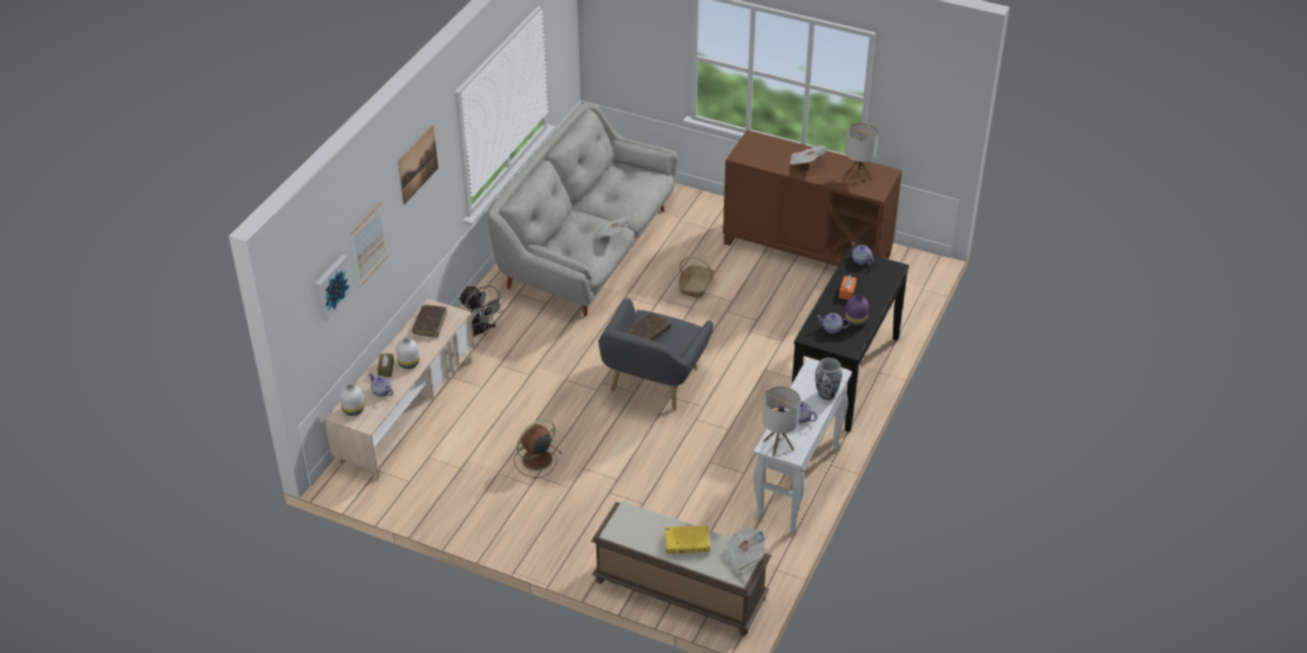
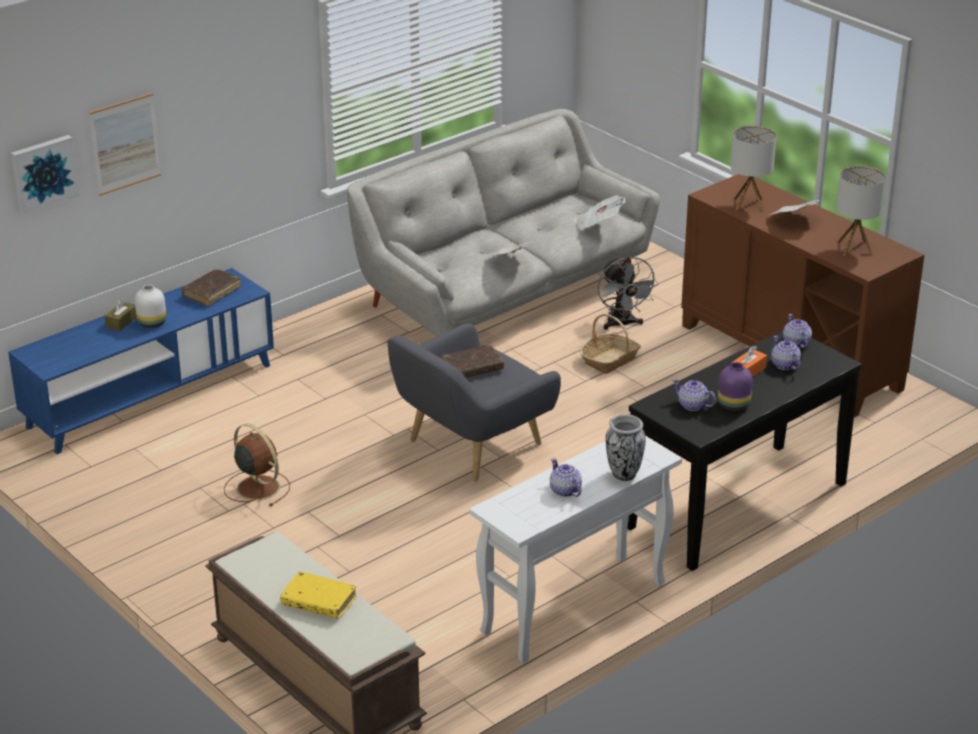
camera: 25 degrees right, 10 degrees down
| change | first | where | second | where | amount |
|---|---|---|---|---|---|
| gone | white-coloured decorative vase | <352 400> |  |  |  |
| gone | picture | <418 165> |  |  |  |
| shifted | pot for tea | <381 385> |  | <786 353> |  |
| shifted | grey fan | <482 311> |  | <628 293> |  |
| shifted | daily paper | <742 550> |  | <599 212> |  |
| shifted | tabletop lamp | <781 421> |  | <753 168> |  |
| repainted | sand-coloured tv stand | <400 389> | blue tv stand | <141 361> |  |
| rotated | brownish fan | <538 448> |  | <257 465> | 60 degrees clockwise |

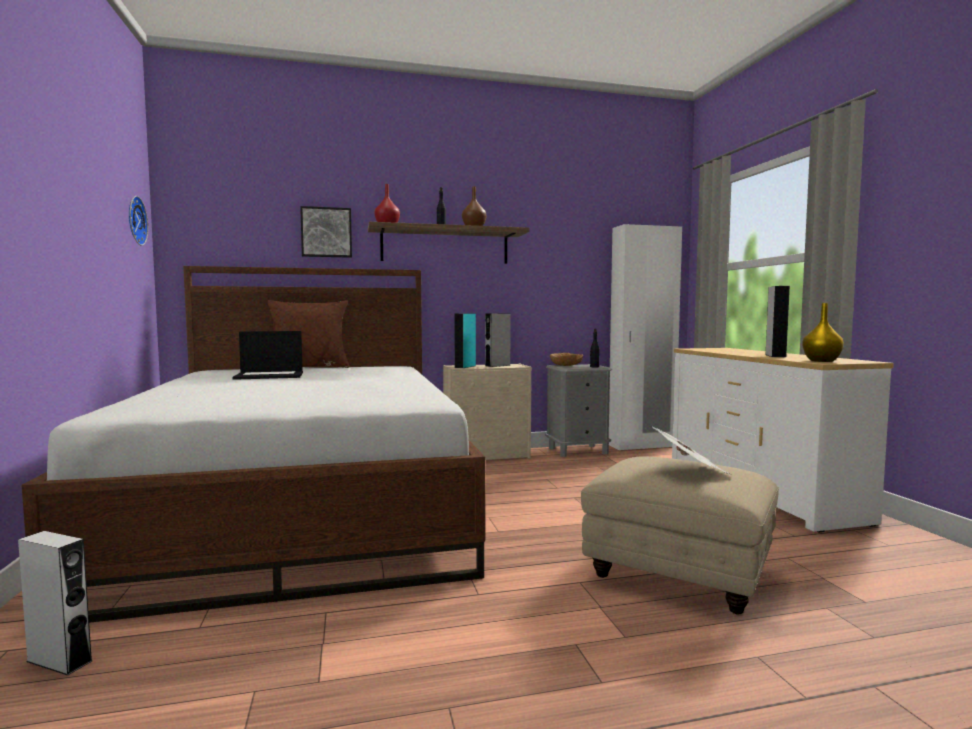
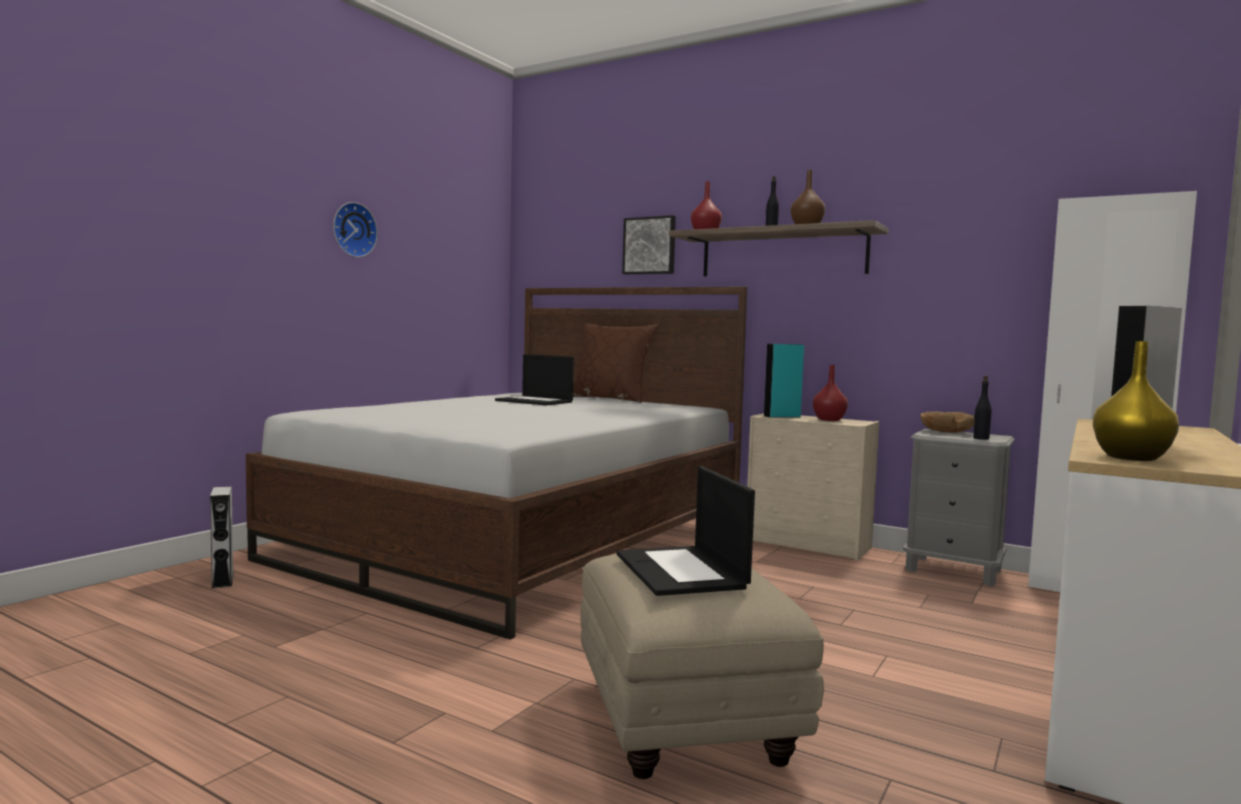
camera: 45 degrees right, 0 degrees up
| change | first | where | second | where | amount |
|---|---|---|---|---|---|
| shifted | clock on the wall | <138 221> |  | <355 229> |  |
| swapped | grey loudspeaker | <498 340> | red-coloured decorative vase | <830 393> |  |
| swapped | daily paper | <688 449> | laptop | <686 531> |  |

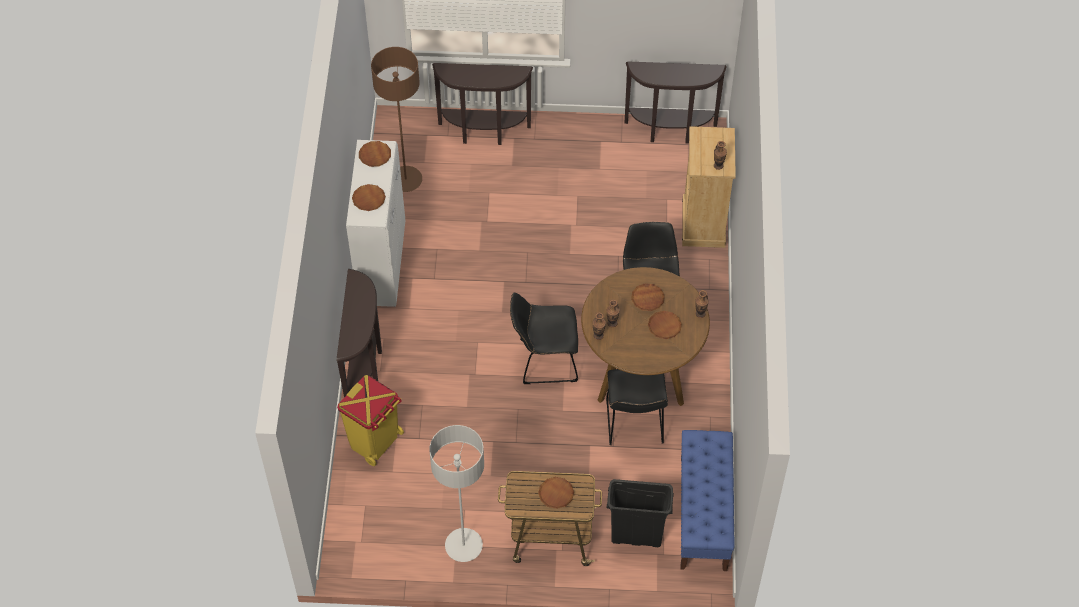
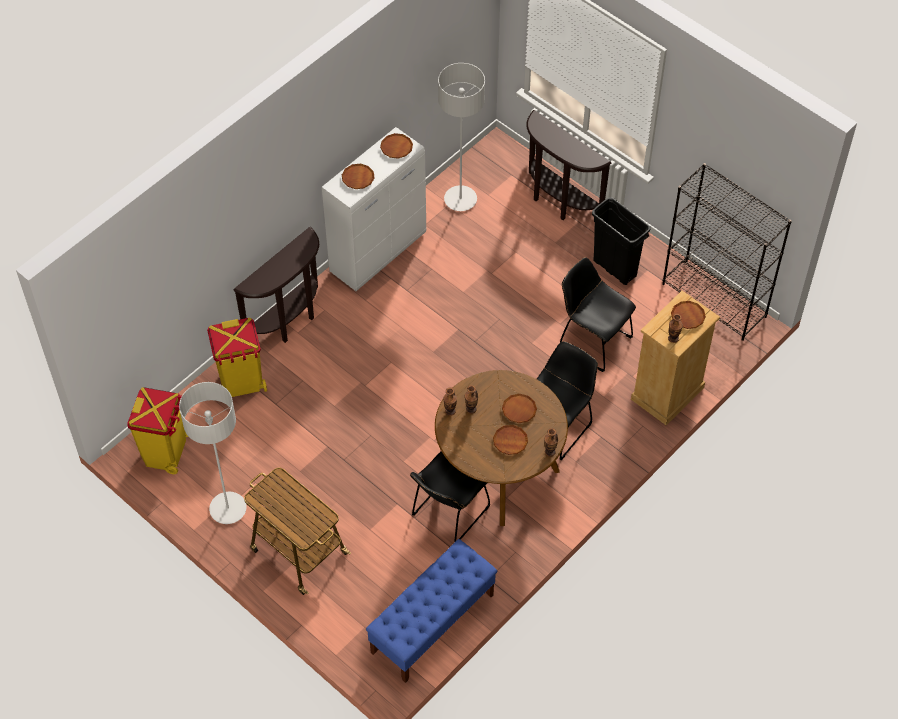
camera: 40 degrees right, 0 degrees up
| change | first | where | second | where | amount |
|---|---|---|---|---|---|
| new |  |  | yellow-coloured waste bin | <158 430> |  |
| shifted | black-coloured upright chair | <544 338> |  | <598 314> |  |
| shifted | brownish dinner plate | <556 493> |  | <688 315> |  |
| shifted | black-coloured waste bin | <640 513> |  | <621 241> |  |
| swapped | brownish console table | <676 102> | black-coloured bookcase | <727 252> |  |
| repainted | brownish floor lamp | <396 119> | grey floor lamp | <461 137> |  |

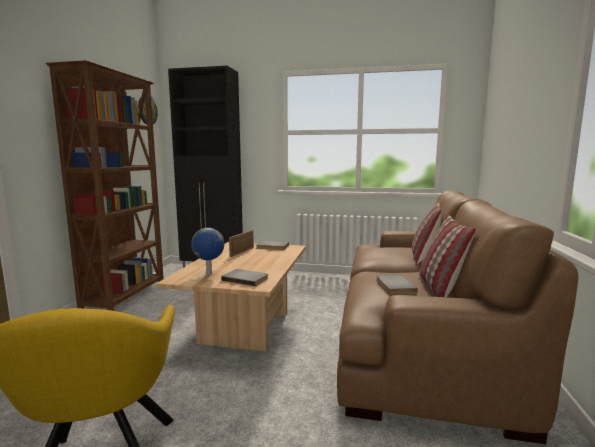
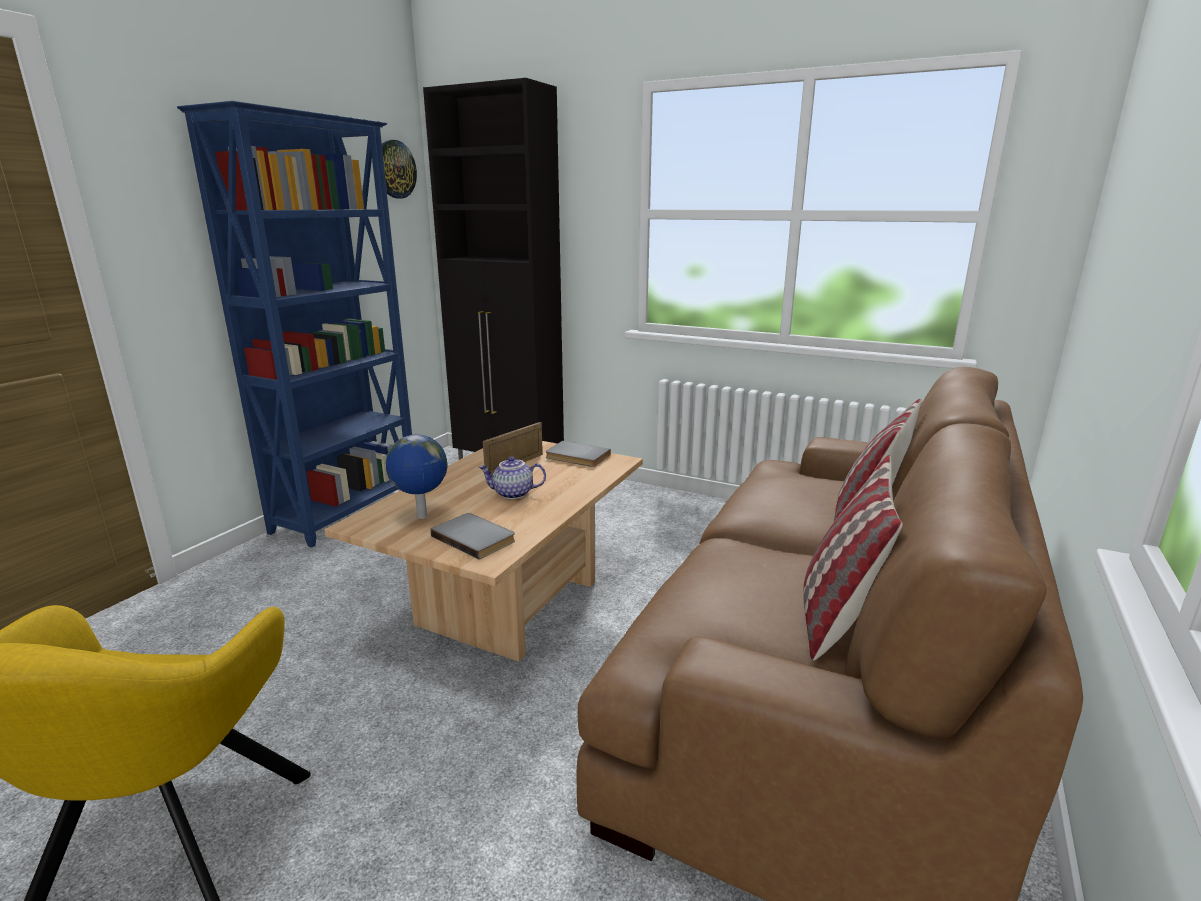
camera: 15 degrees right, 10 degrees up
| change | first | where | second | where | amount |
|---|---|---|---|---|---|
| gone | grey book | <397 284> |  |  |  |
| new |  |  | pot for tea | <512 477> |  |
| repainted | brownish bookcase | <105 185> | blue bookcase | <294 324> |  |

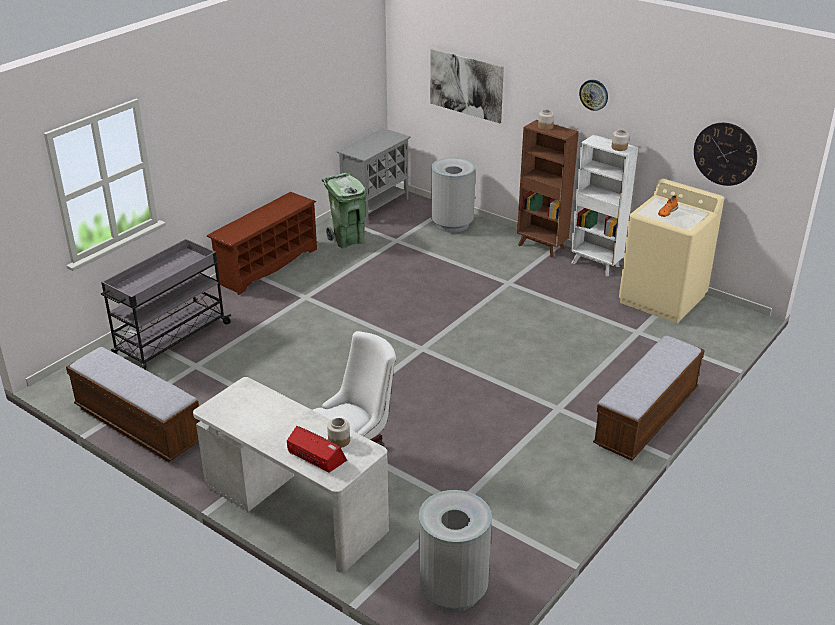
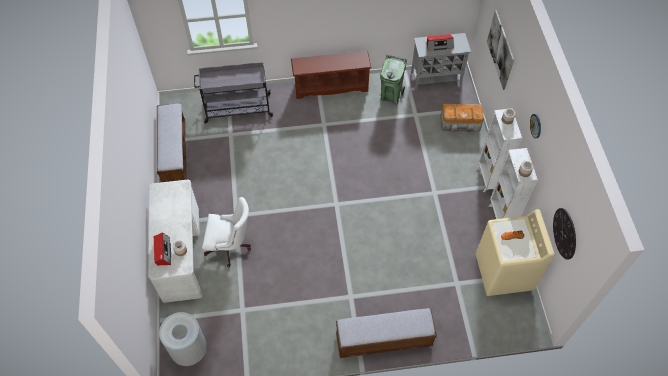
camera: 45 degrees right, 25 degrees up
| change | first | where | second | where | amount |
|---|---|---|---|---|---|
| new |  |  | radio set | <440 42> |  |
| swapped | grey waste bin | <453 195> | storage box | <462 118> |  |
| repainted | brownish bookcase | <548 188> | white-coloured bookcase | <499 150> |  |

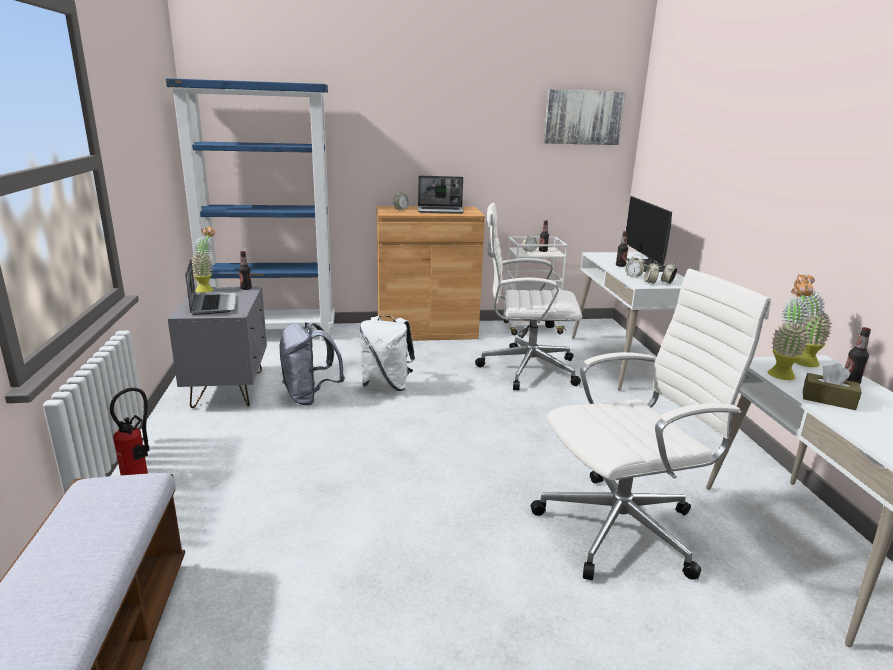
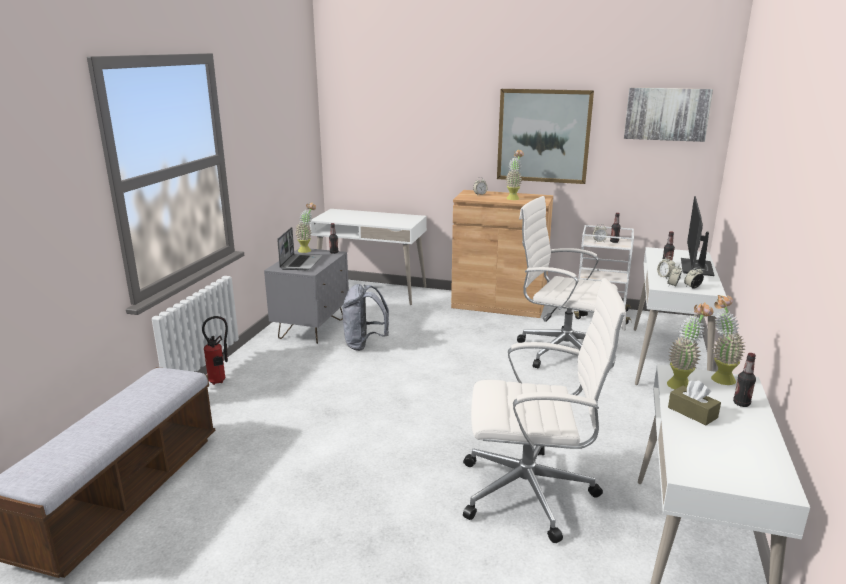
camera: 25 degrees right, 0 degrees up
| change | first | where | second | where | amount |
|---|---|---|---|---|---|
| gone | white-coloured knapsack | <387 353> |  |  |  |
| new |  |  | picture | <545 136> |  |
| swapped | blue bookcase | <250 209> | white-coloured desk unit | <368 257> |  |
| swapped | laptop | <441 195> | houseplant | <514 175> |  |

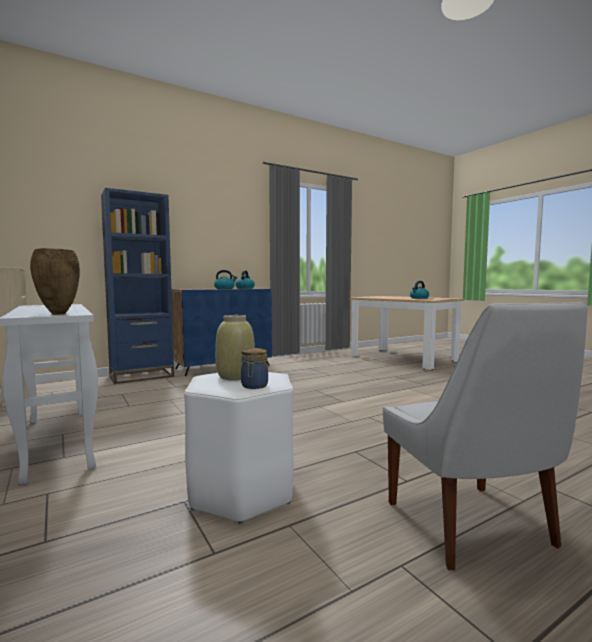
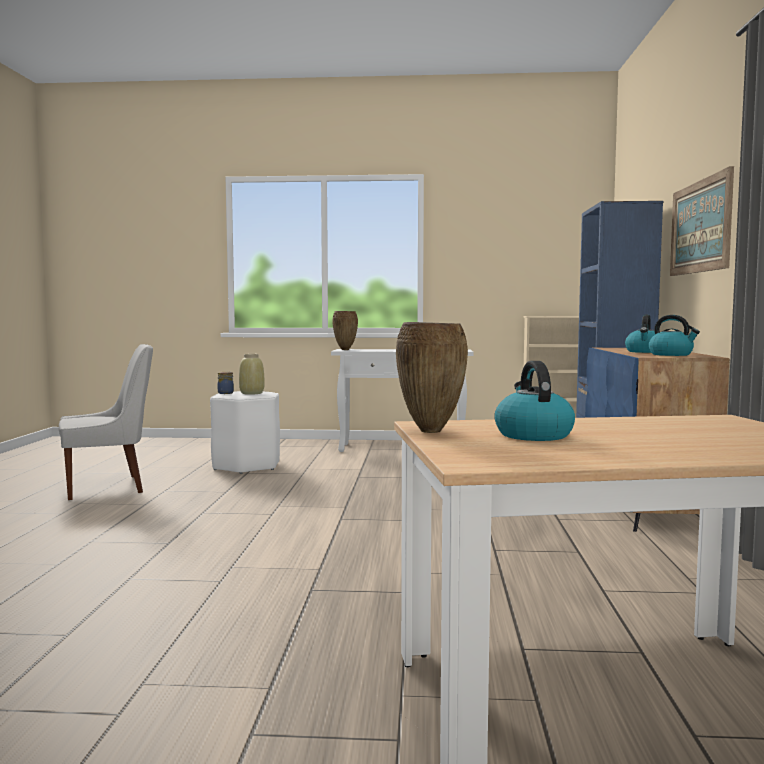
camera: 125 degrees right, 0 degrees up
| change | first | where | second | where | amount |
|---|---|---|---|---|---|
| new |  |  | brownish decorative vase | <432 377> |  |
| new |  |  | picture | <702 221> |  |
| rotated | white-coloured upright chair | <485 436> |  | <106 422> | 135 degrees clockwise |

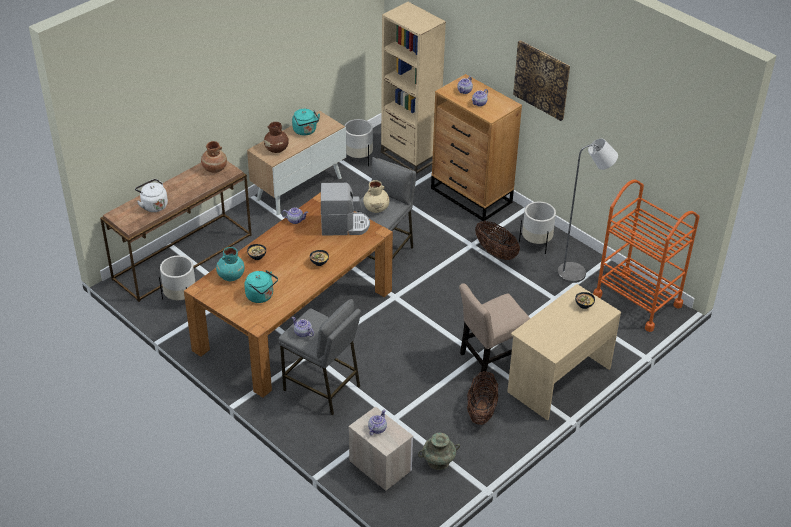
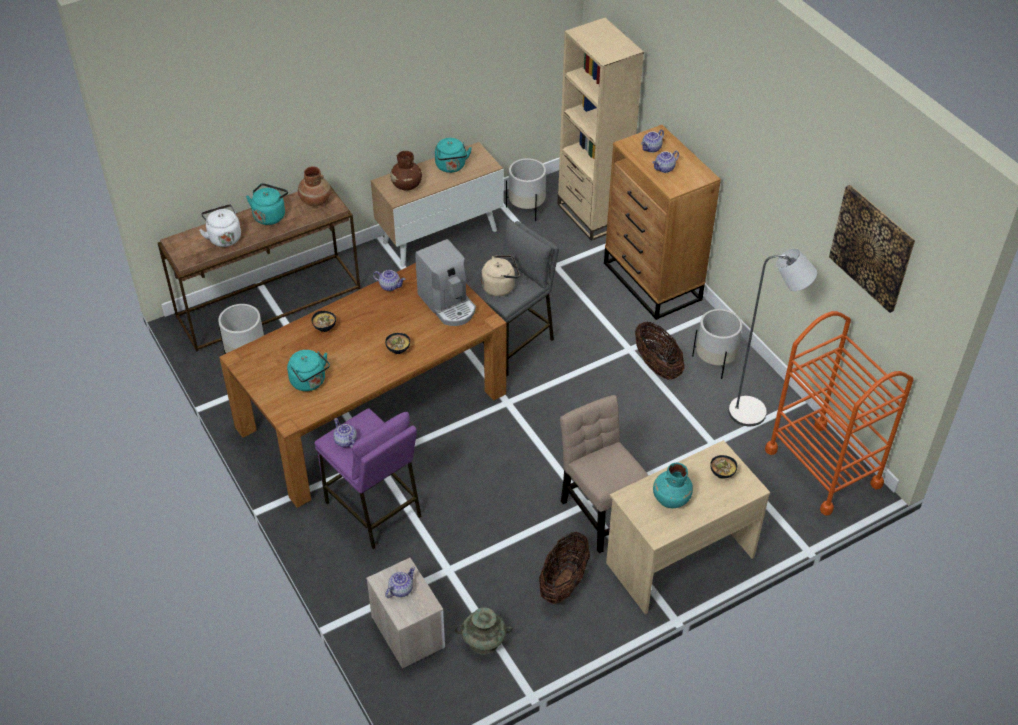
camera: 15 degrees right, 5 degrees up
| change | first | where | second | where | amount |
|---|---|---|---|---|---|
| new |  |  | turquoise water kettle | <267 204> |  |
| shifted | turquoise decorative vase | <230 264> |  | <673 485> |  |
| shifted | picture | <541 80> |  | <872 249> |  |
| swapped | sand-coloured decorative vase | <376 196> | sand-coloured water kettle | <500 276> |  |
| repainted | grey sitting stool | <319 357> | purplish sitting stool | <368 479> |  |
| rotated | coffee maker | <345 208> |  | <445 282> | 45 degrees clockwise |
| rotated | sand-coloured upright chair | <494 332> |  | <604 474> | 75 degrees clockwise |

